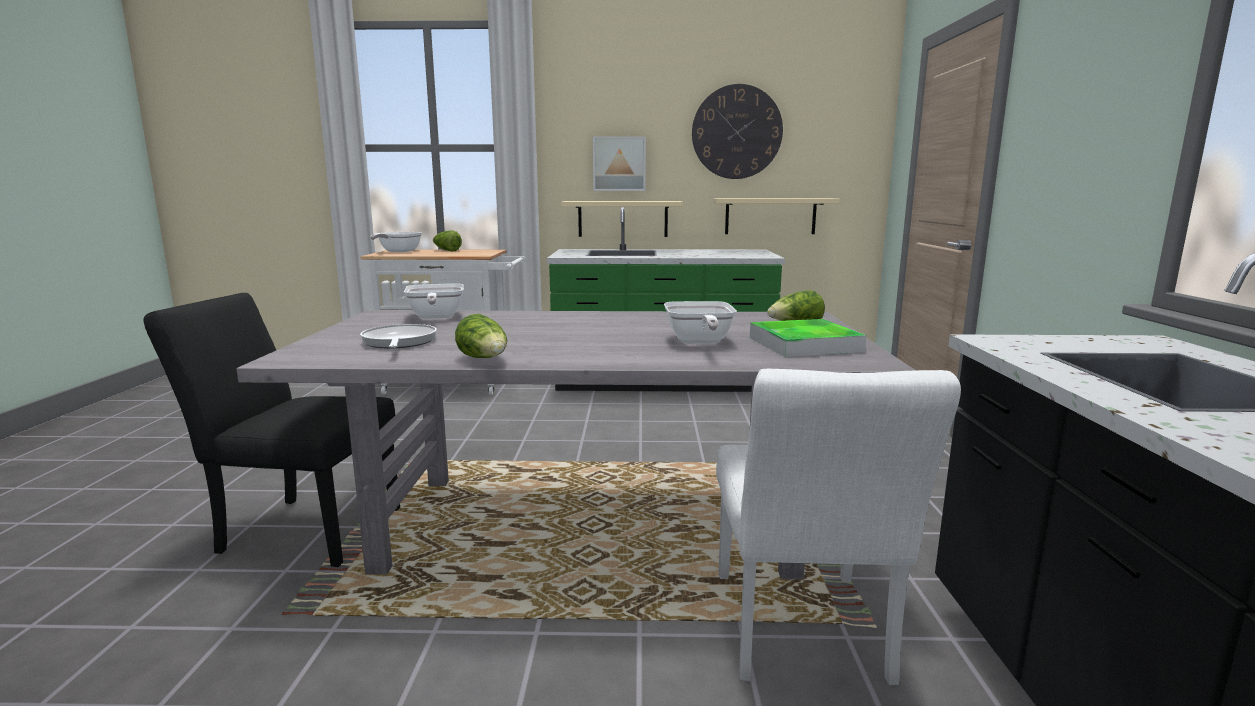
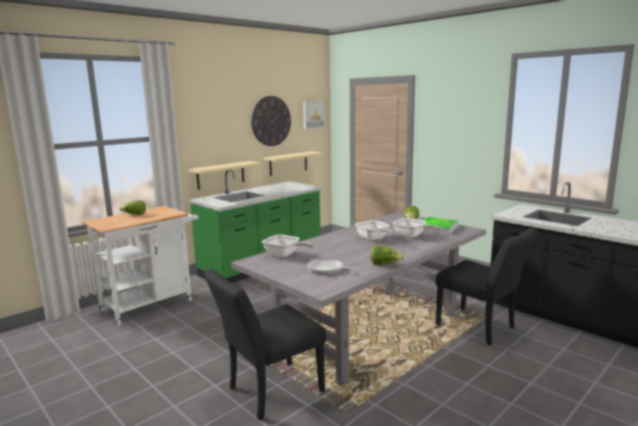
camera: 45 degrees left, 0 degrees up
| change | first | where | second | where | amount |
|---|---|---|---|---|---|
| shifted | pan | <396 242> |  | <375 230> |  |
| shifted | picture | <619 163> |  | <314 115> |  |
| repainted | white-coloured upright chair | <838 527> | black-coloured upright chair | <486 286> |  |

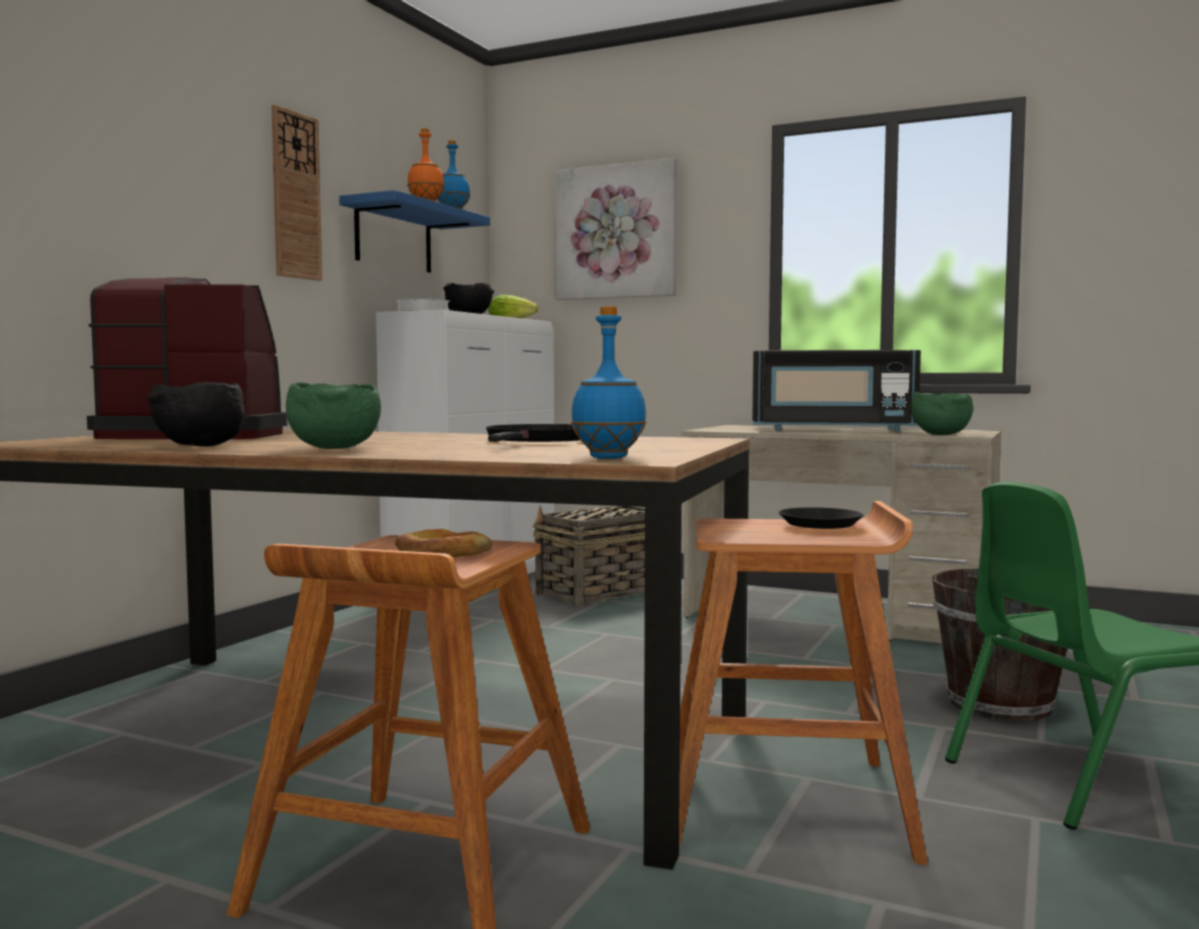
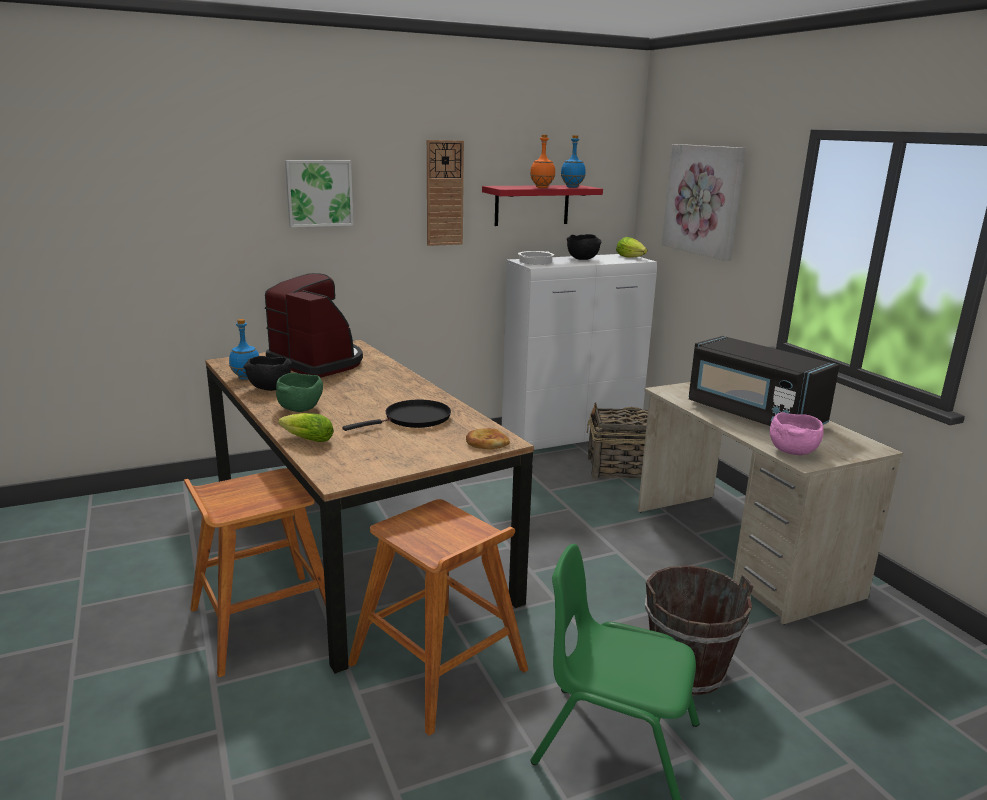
camera: 40 degrees right, 15 degrees up
| change | first | where | second | where | amount |
|---|---|---|---|---|---|
| gone | black-coloured dinner plate | <821 518> |  |  |  |
| new |  |  | lettuce head | <306 427> |  |
| new |  |  | picture | <319 193> |  |
| shifted | baked bread | <444 543> |  | <488 438> |  |
| shifted | blue bottle | <608 383> |  | <244 349> |  |
| repainted | blue shelf | <414 231> | red-coloured shelf | <542 205> |  |
| repainted | green-coloured serving bowl | <942 413> | pinkish serving bowl | <797 433> |  |

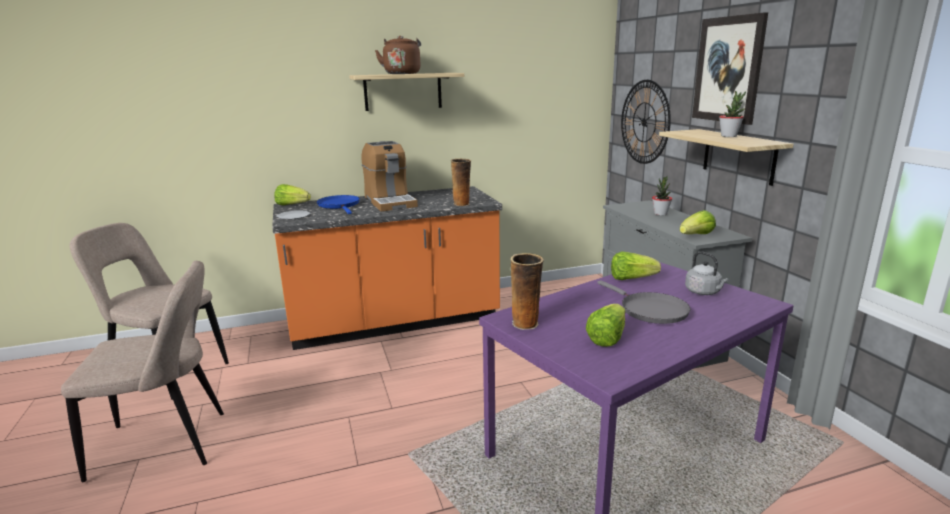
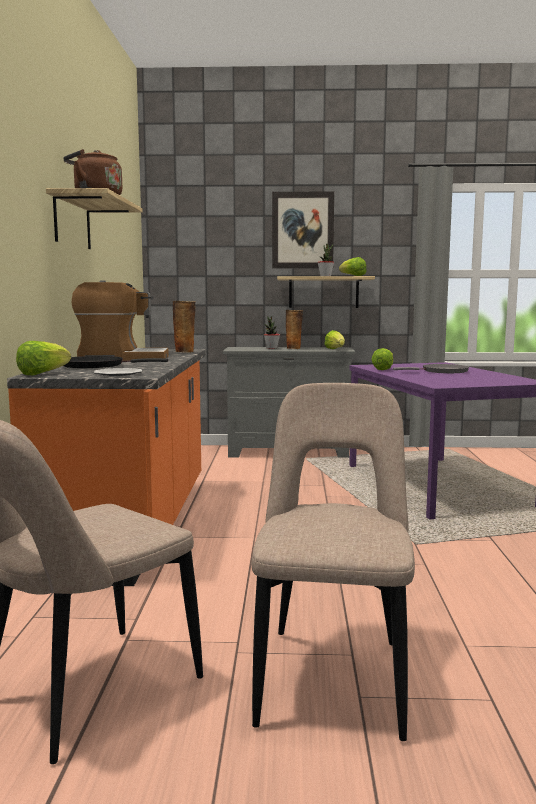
camera: 70 degrees left, 10 degrees down
| change | first | where | second | where | amount |
|---|---|---|---|---|---|
| gone | clock on the wall | <646 122> |  |  |  |
| gone | grey water kettle | <707 273> |  |  |  |
| shifted | decorative vase | <527 291> |  | <294 329> |  |
| shifted | lettuce head | <605 325> |  | <352 266> |  |
| repainted | blue pan | <338 204> | black-coloured pan | <116 362> |  |

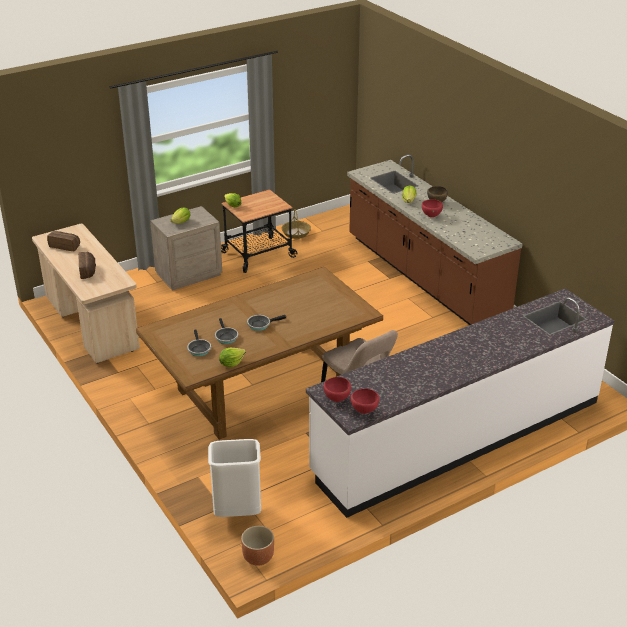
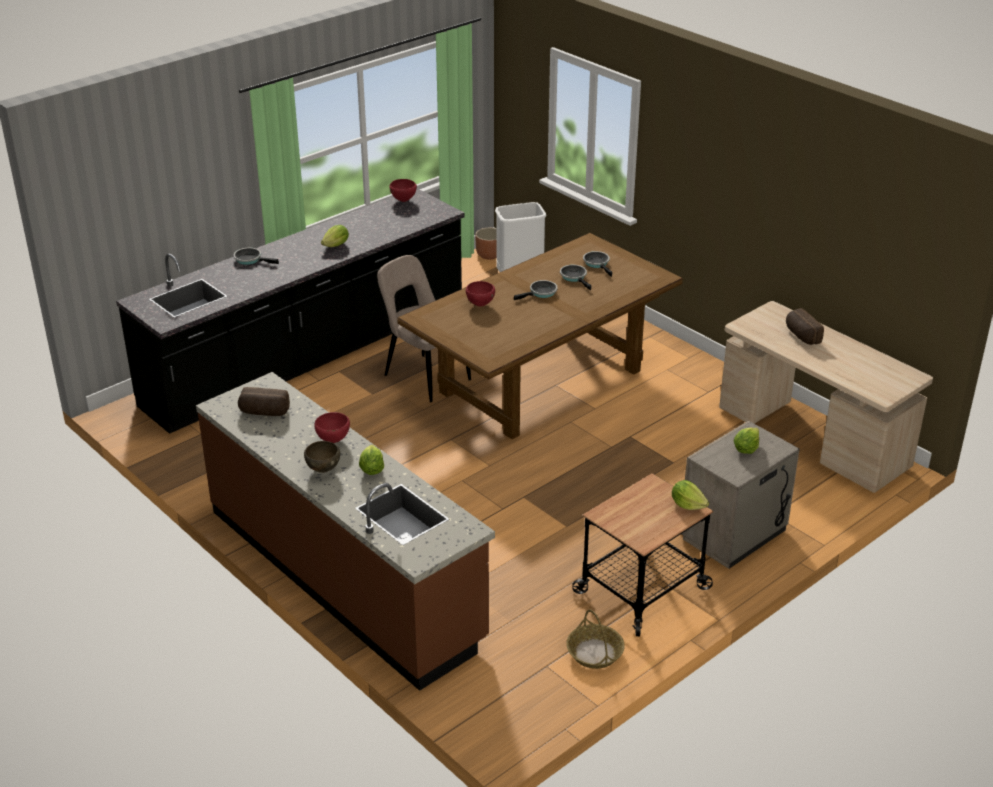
camera: 170 degrees right, 0 degrees up
| change | first | where | second | where | amount |
|---|---|---|---|---|---|
| new |  |  | pan | <256 256> |  |
| shifted | baked bread | <63 241> |  | <264 401> |  |
| shifted | lettuce head | <232 357> |  | <335 236> |  |
| shifted | red-coloured serving bowl | <337 389> |  | <480 293> |  |
| repainted | white-coloured kitchen base unit | <460 403> | black-coloured kitchen base unit | <290 311> |  |

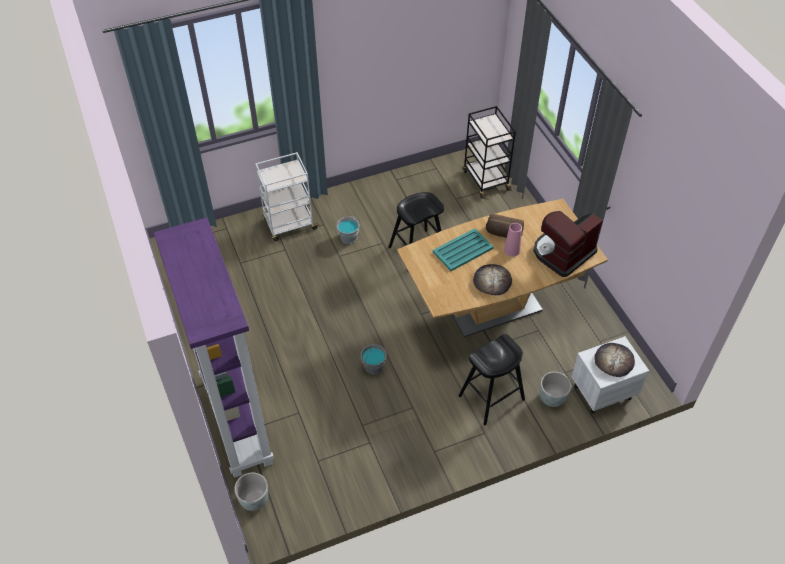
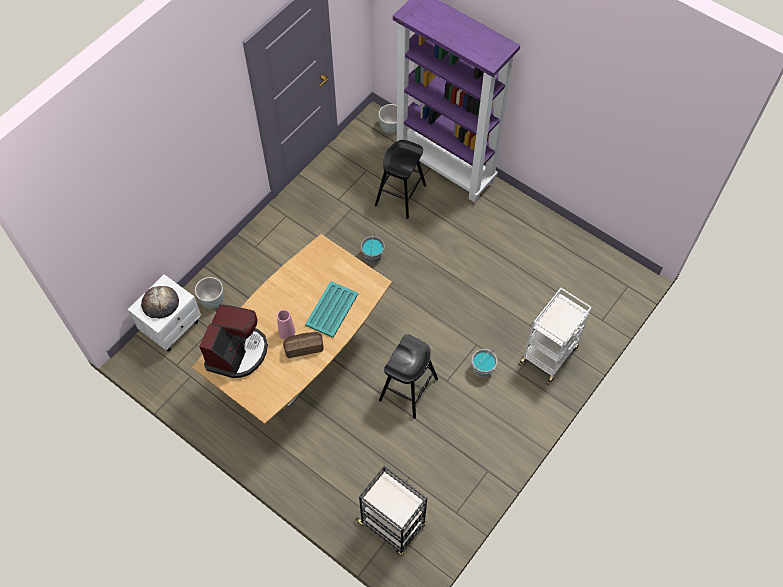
camera: 150 degrees right, 10 degrees up
| change | first | where | second | where | amount |
|---|---|---|---|---|---|
| gone | baked bread | <492 279> |  |  |  |
| shifted | black-coloured sitting stool | <492 379> |  | <400 179> |  |

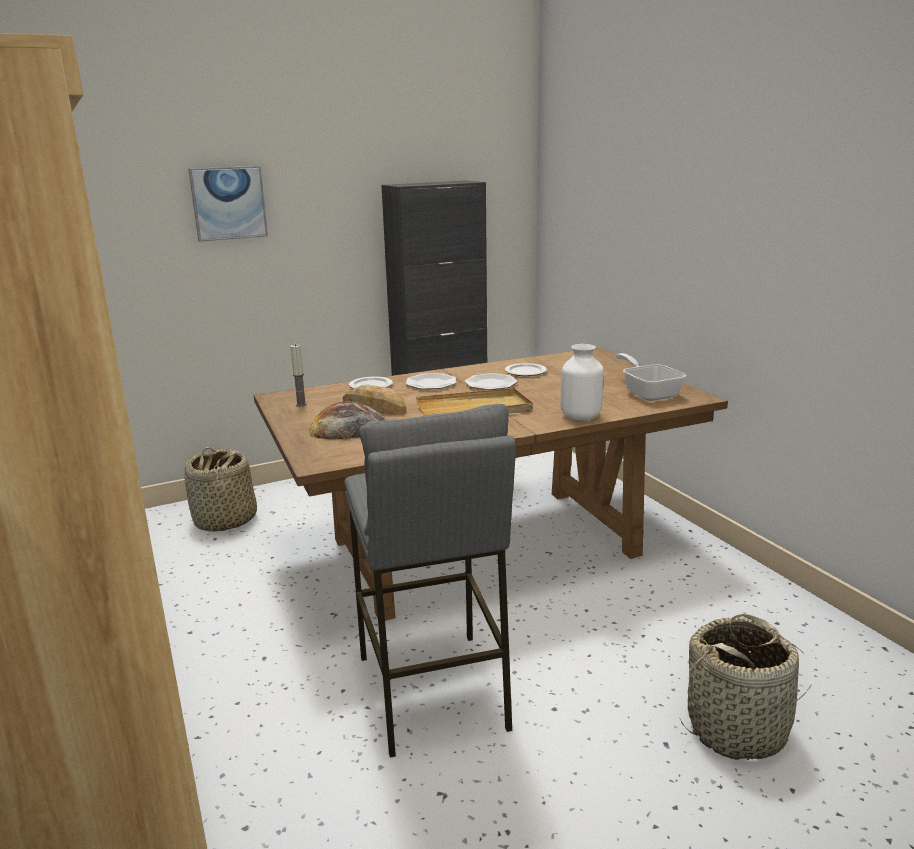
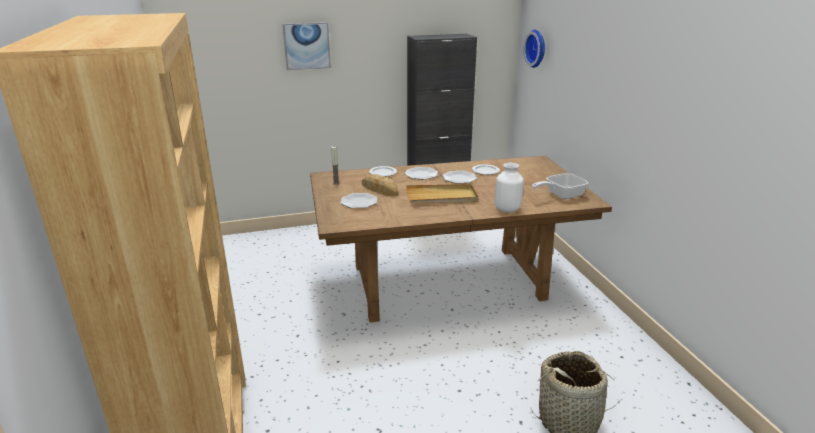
camera: 10 degrees right, 5 degrees up
| change | first | where | second | where | amount |
|---|---|---|---|---|---|
| gone | household basket | <220 489> |  |  |  |
| gone | grey sitting stool | <430 581> |  |  |  |
| new |  |  | clock on the wall | <534 49> |  |
| swapped | baked bread | <347 420> | dinner plate | <359 200> |  |
| rotated | pan | <651 377> |  | <560 186> | 105 degrees counterclockwise |

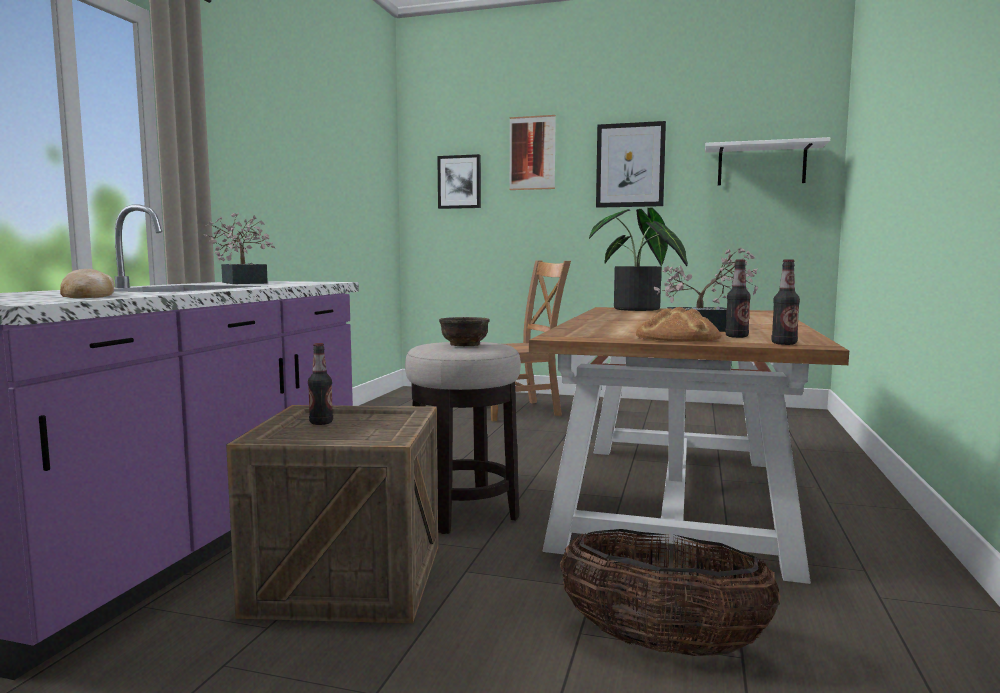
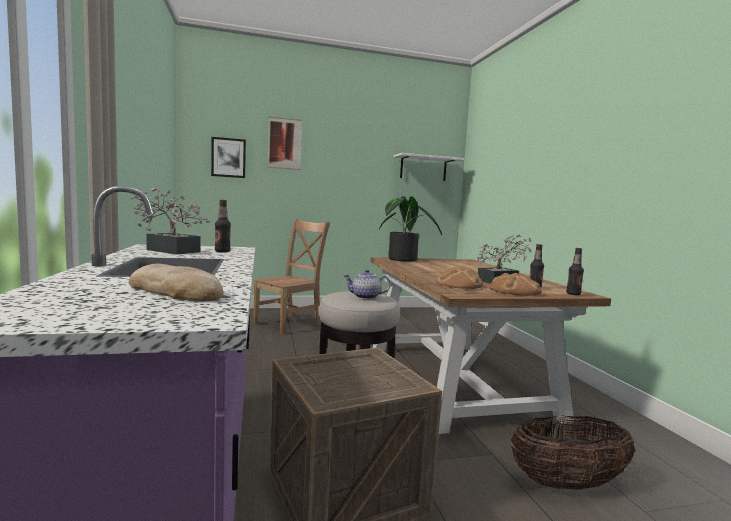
camera: 30 degrees left, 0 degrees up
| change | first | where | second | where | amount |
|---|---|---|---|---|---|
| gone | picture | <631 164> |  |  |  |
| new |  |  | baked bread | <459 278> |  |
| shifted | bottle | <320 384> |  | <223 226> |  |
| swapped | brownish serving bowl | <464 331> | pot for tea | <366 284> |  |

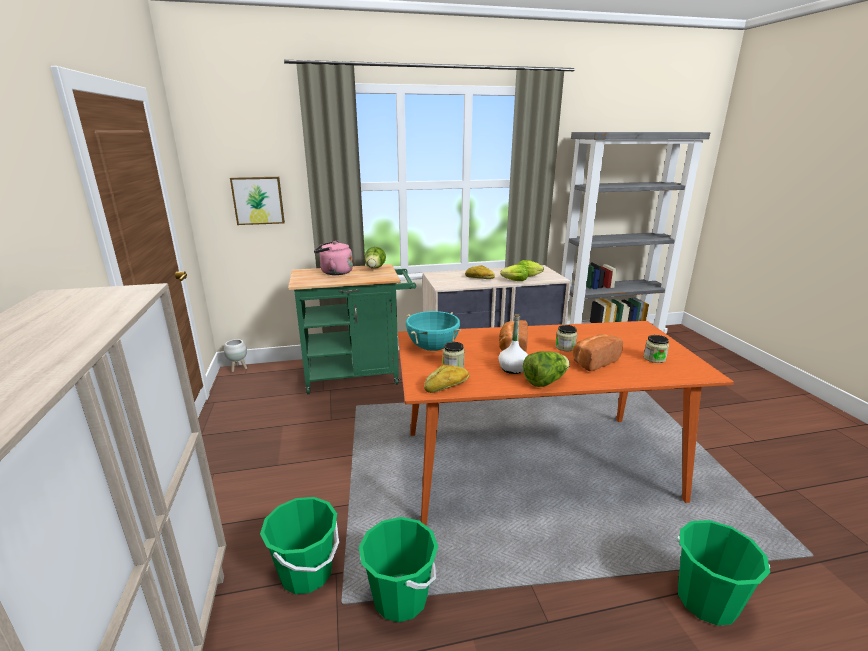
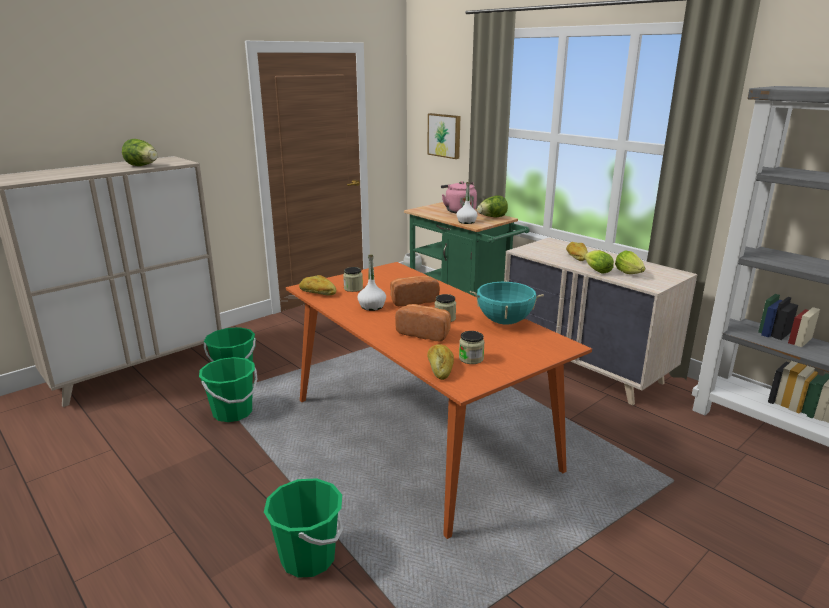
camera: 60 degrees right, 0 degrees up
| change | first | where | second | where | amount |
|---|---|---|---|---|---|
| new |  |  | baked bread | <440 362> |  |
| new |  |  | white-coloured bottle | <467 203> |  |
| shifted | turquoise cooking pot | <433 331> |  | <507 302> |  |
| shifted | lettuce head | <546 369> |  | <140 152> |  |

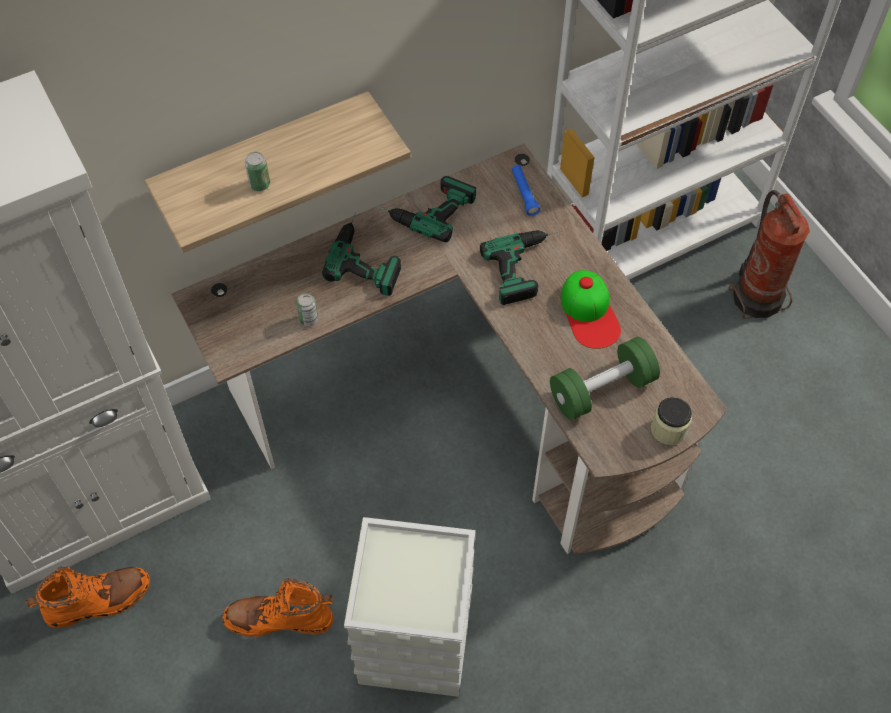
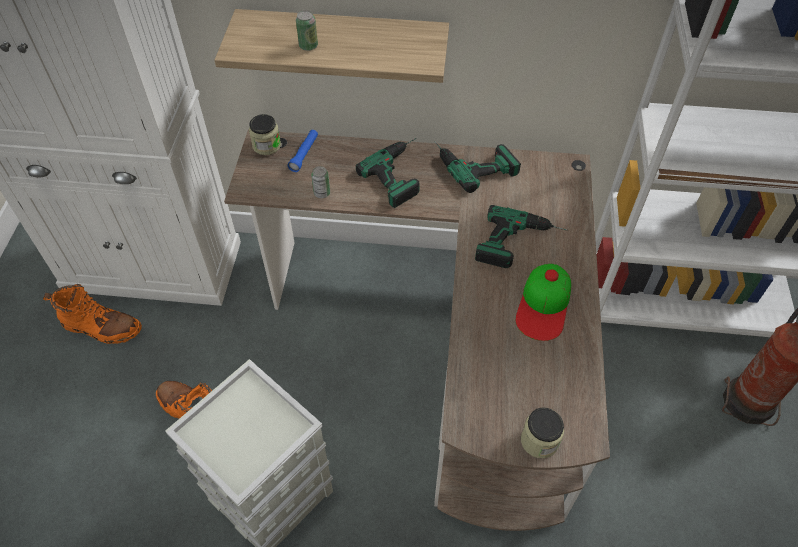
camera: 35 degrees right, 5 degrees down
| change | first | where | second | where | amount |
|---|---|---|---|---|---|
| gone | green-coloured free weight | <605 378> |  |  |  |
| new |  |  | storage jar | <265 134> |  |
| shifted | blue torch | <526 190> |  | <303 151> |  |

